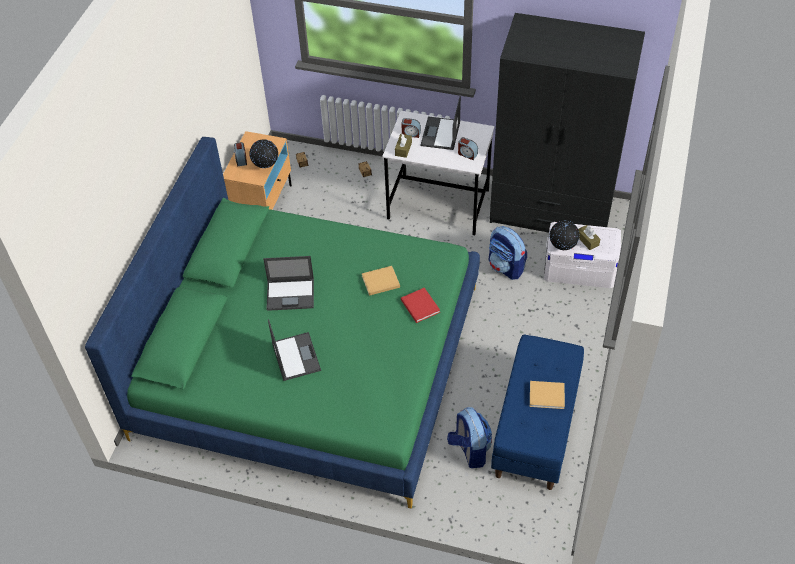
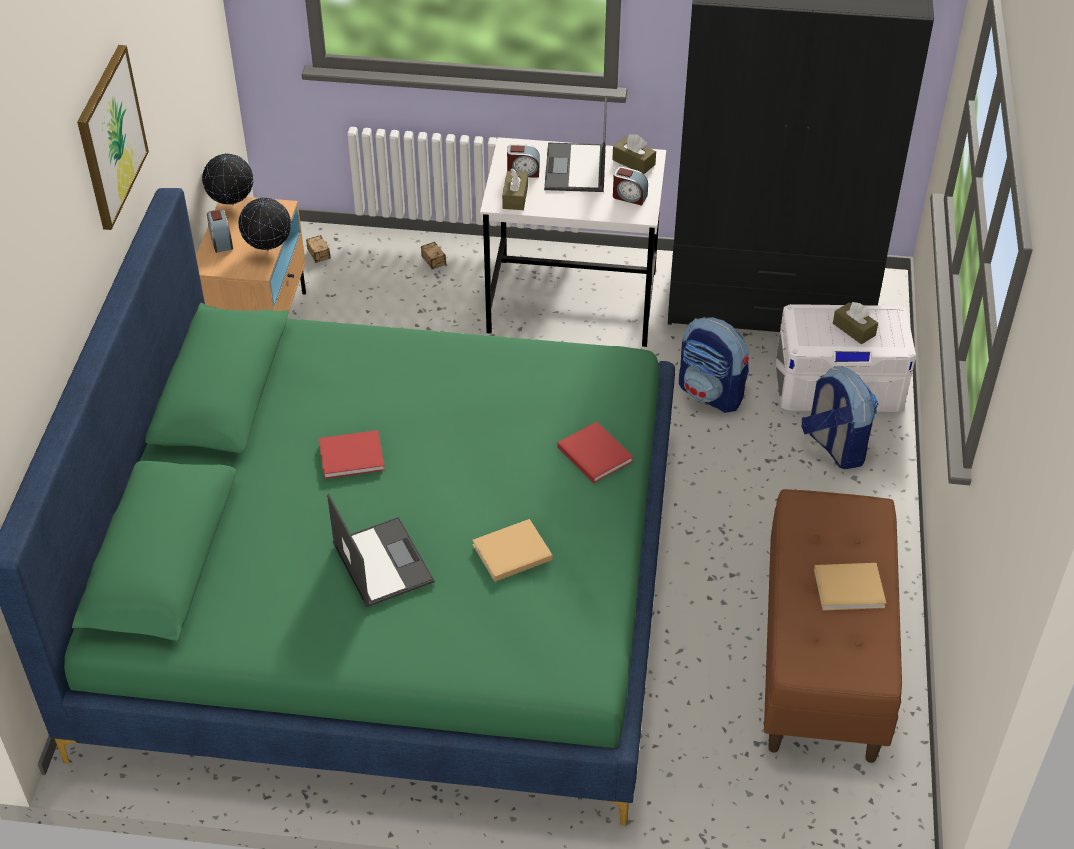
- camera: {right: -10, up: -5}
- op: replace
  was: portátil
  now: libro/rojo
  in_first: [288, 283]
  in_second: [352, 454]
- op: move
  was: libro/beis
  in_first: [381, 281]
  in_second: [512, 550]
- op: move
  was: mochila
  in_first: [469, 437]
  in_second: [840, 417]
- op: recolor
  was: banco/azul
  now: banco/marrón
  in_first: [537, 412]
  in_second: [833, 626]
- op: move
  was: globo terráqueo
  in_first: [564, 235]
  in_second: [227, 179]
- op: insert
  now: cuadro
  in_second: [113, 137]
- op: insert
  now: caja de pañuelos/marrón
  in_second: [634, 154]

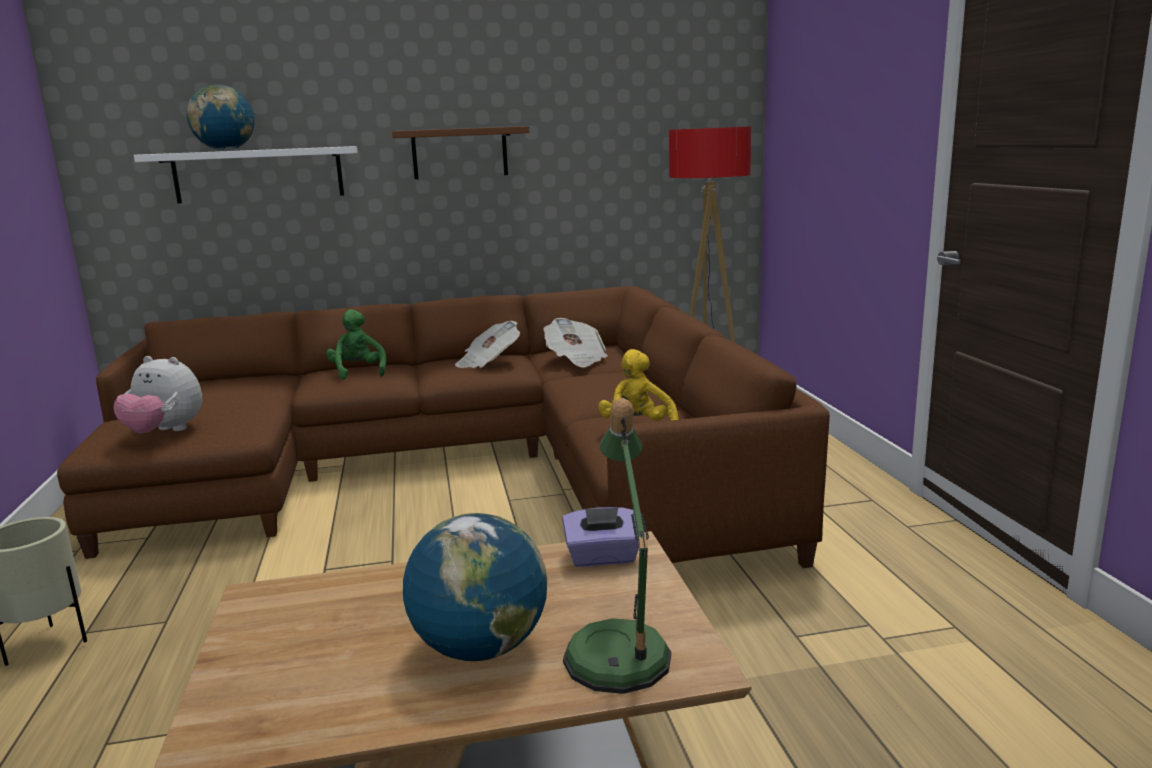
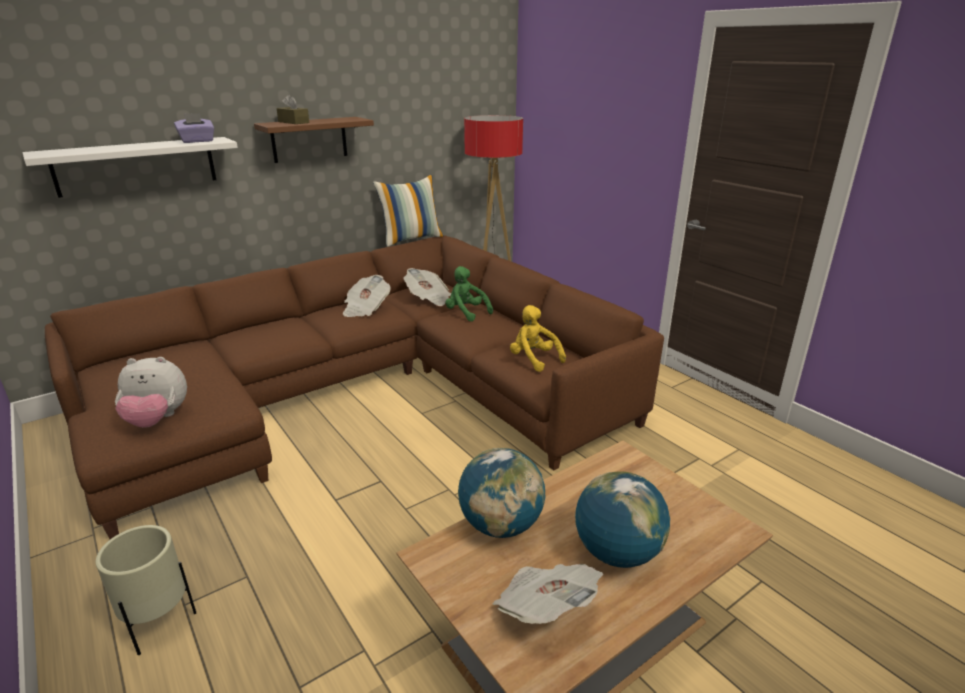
- camera: {right: -25, up: 10}
- op: move
  was: globo terráqueo
  in_first: [220, 117]
  in_second: [501, 493]
- op: move
  was: peluche/verde
  in_first: [356, 344]
  in_second: [469, 294]
- op: move
  was: caja de pañuelos/morado
  in_first: [600, 537]
  in_second: [194, 128]
- op: delete
  was: lámpara de mesa
  in_first: [617, 546]
- op: insert
  now: caja de pañuelos/marrón
  in_second: [293, 109]
- op: insert
  now: cojín
  in_second: [408, 211]
- op: insert
  now: periódico
  in_second: [548, 594]

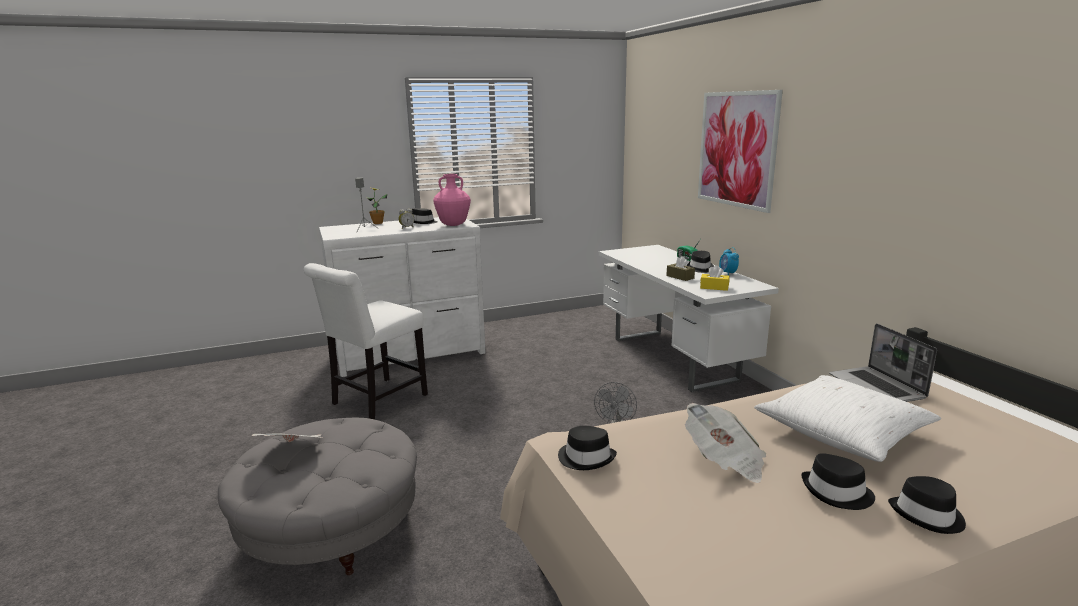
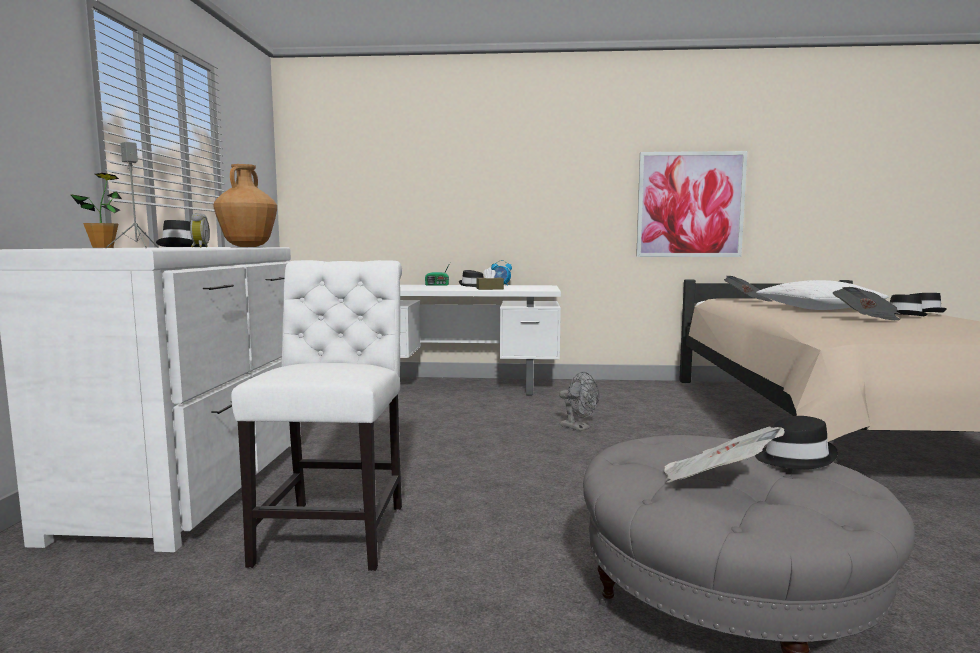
- camera: {right: -65, up: -10}
- op: rotate
  was: silla/blanco
  in_first: [366, 341]
  in_second: [316, 415]
  clockwise: -150
- op: recolor
  was: florero/rosa
  now: florero/marrón
  in_first: [452, 200]
  in_second: [245, 205]
- op: move
  was: sombrero/negro
  in_first: [587, 448]
  in_second: [796, 443]
- op: move
  was: cuadro
  in_first: [740, 151]
  in_second: [691, 204]
- op: delete
  was: caja de pañuelos/amarillo
  in_first: [714, 278]
- op: replace
  was: portátil
  now: periódico
  in_first: [883, 362]
  in_second: [748, 289]

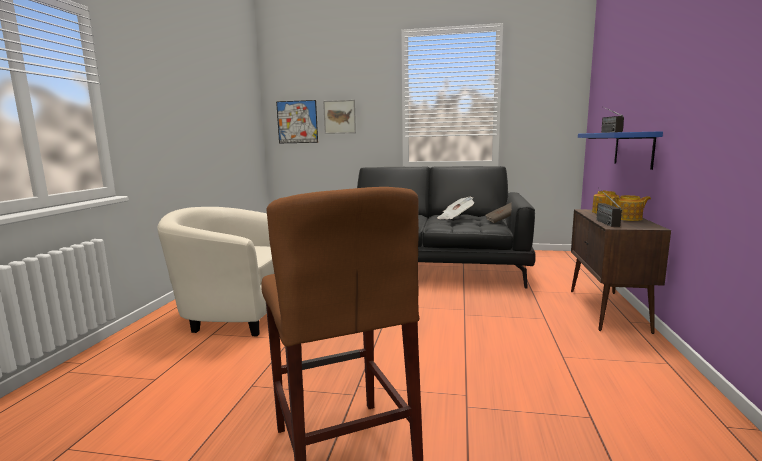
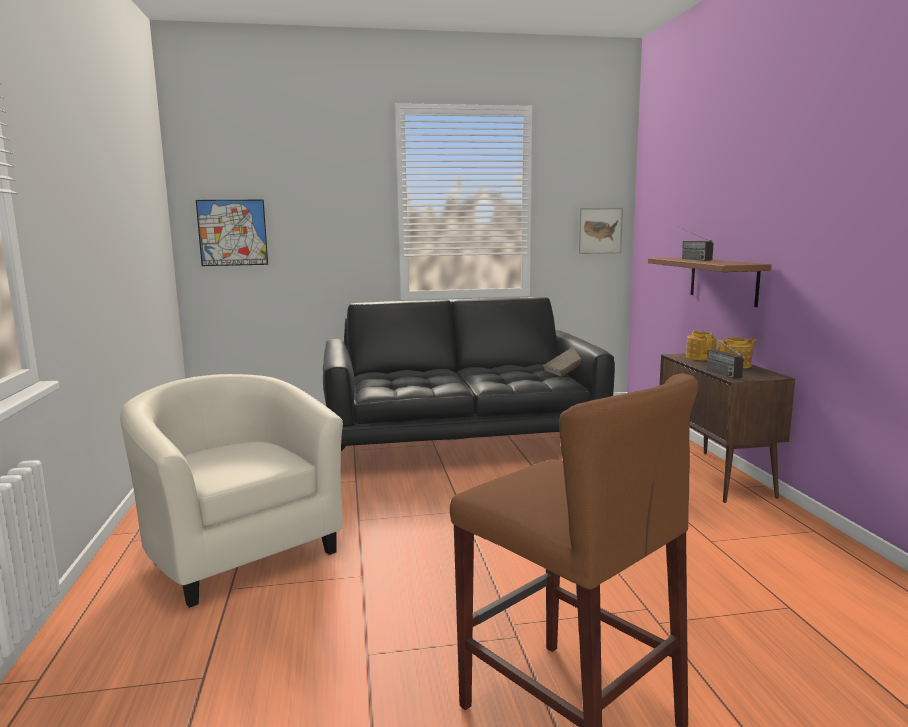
- camera: {right: -20, up: 0}
- op: rotate
  was: sillón/beis
  in_first: [215, 272]
  in_second: [231, 491]
  clockwise: 60
- op: move
  was: cuadro
  in_first: [339, 117]
  in_second: [600, 231]
- op: delete
  was: periódico
  in_first: [455, 208]
- op: recolor
  was: estante/azul
  now: estante/marrón
  in_first: [620, 150]
  in_second: [710, 282]

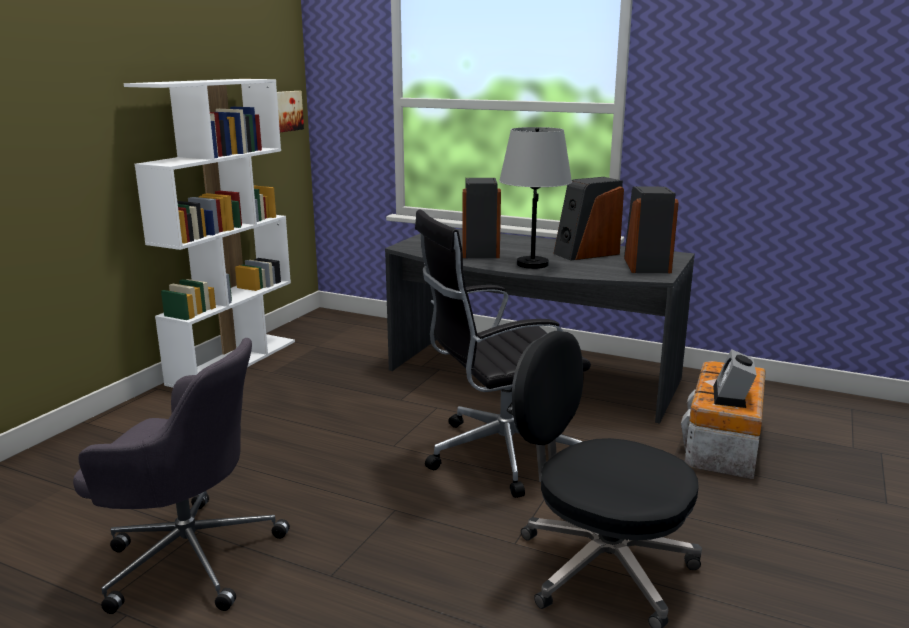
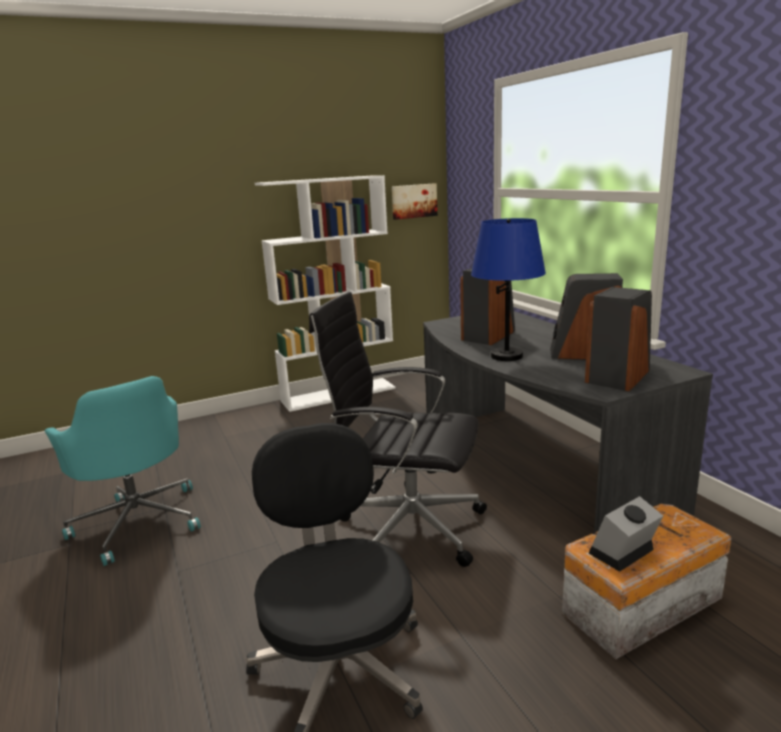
- camera: {right: 40, up: 0}
- op: recolor
  was: silla de oficina/gris
  now: silla de oficina/turquesa
  in_first: [181, 476]
  in_second: [123, 471]
- op: recolor
  was: lámpara de mesa/gris
  now: lámpara de mesa/azul
  in_first: [535, 198]
  in_second: [508, 289]

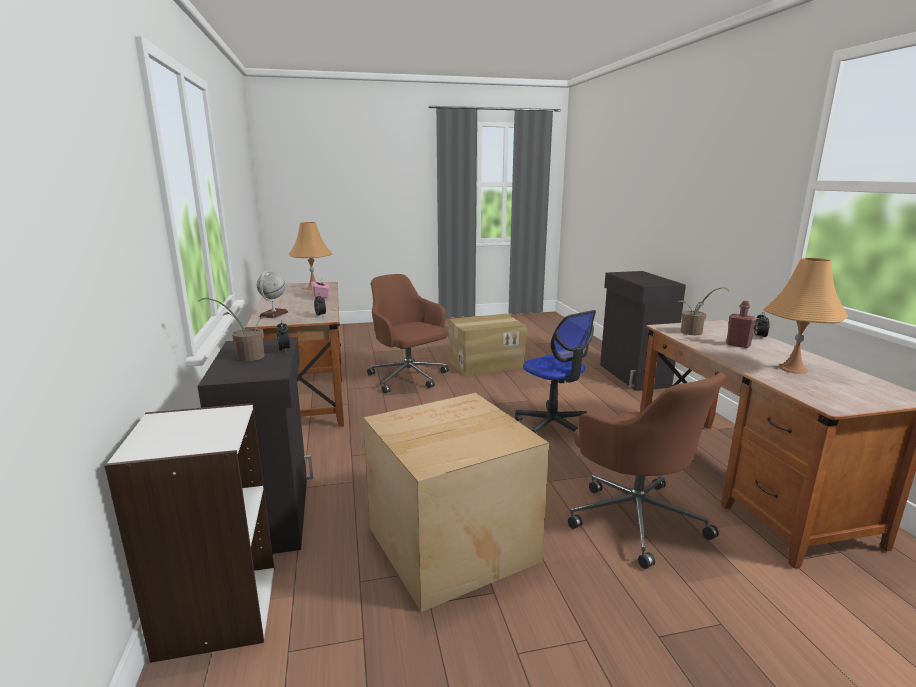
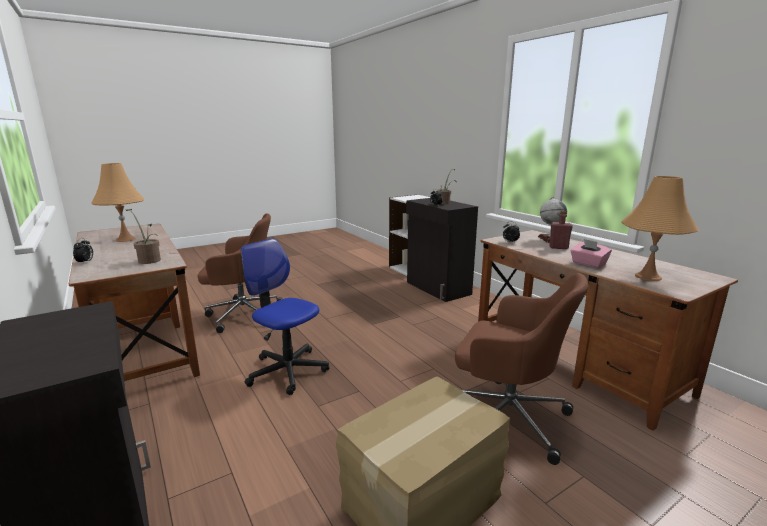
- camera: {right: 160, up: 0}
- op: delete
  was: caja de cartón
  in_first: [456, 502]
- op: rotate
  was: silla de oficina/marrón
  in_first: [646, 470]
  in_second: [240, 273]
  clockwise: 135
- op: move
  was: botella/rojo
  in_first: [741, 324]
  in_second: [561, 230]

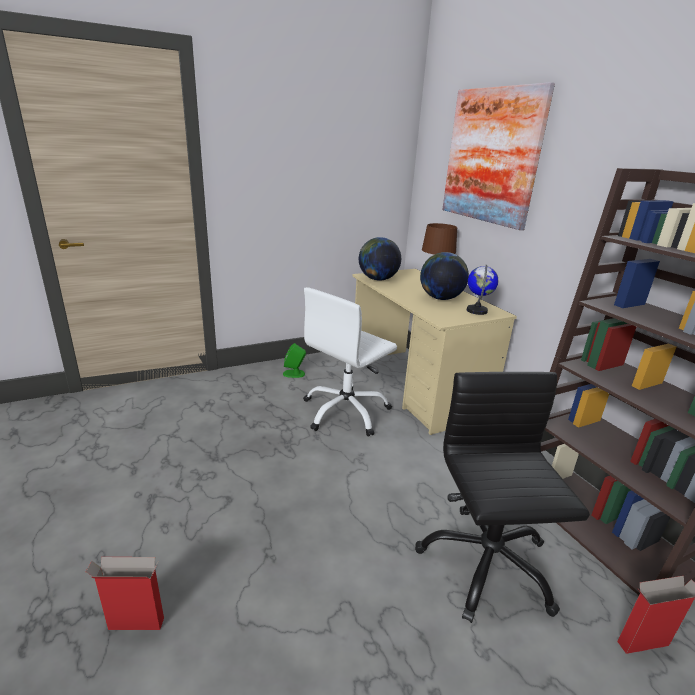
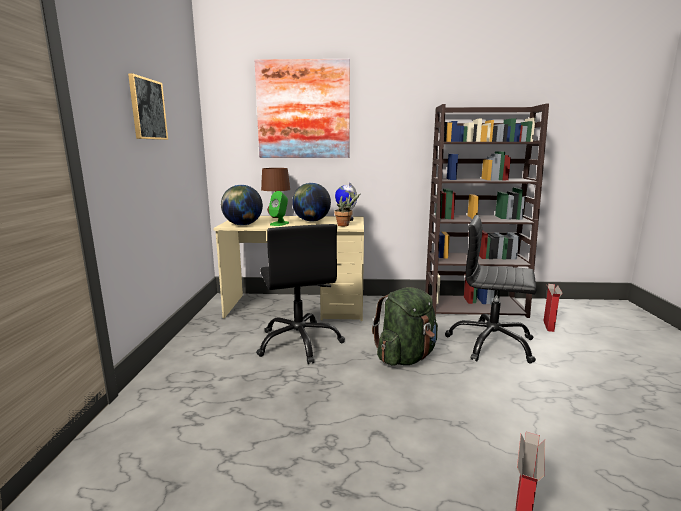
- camera: {right: -60, up: -10}
- op: move
  was: altavoz/verde
  in_first: [294, 360]
  in_second: [279, 208]
- op: recolor
  was: silla de oficina/blanco
  now: silla de oficina/negro
  in_first: [350, 361]
  in_second: [300, 294]
- op: insert
  now: cuadro
  in_second: [148, 106]
- op: insert
  now: planta en maceta
  in_second: [347, 209]
- op: insert
  now: mochila/verde
  in_second: [405, 326]

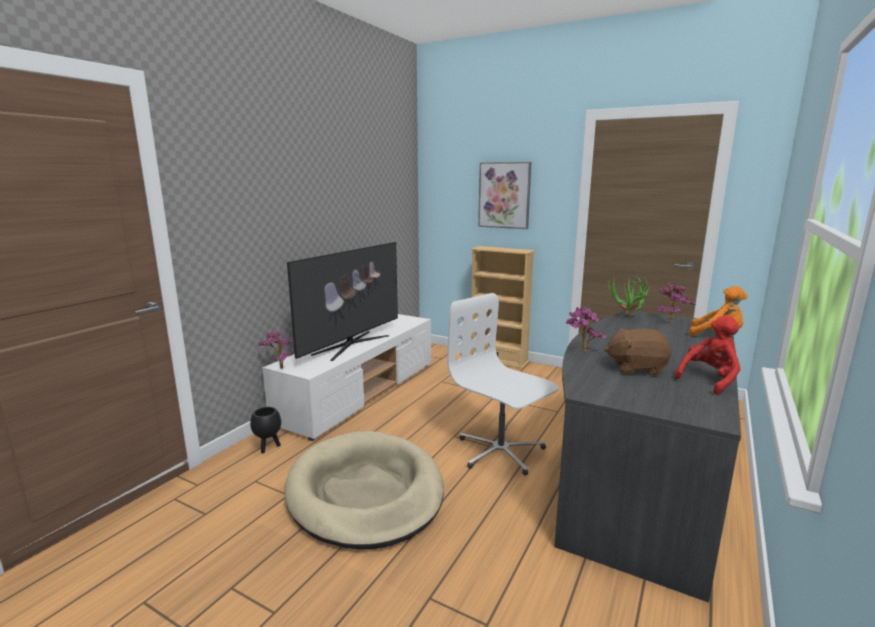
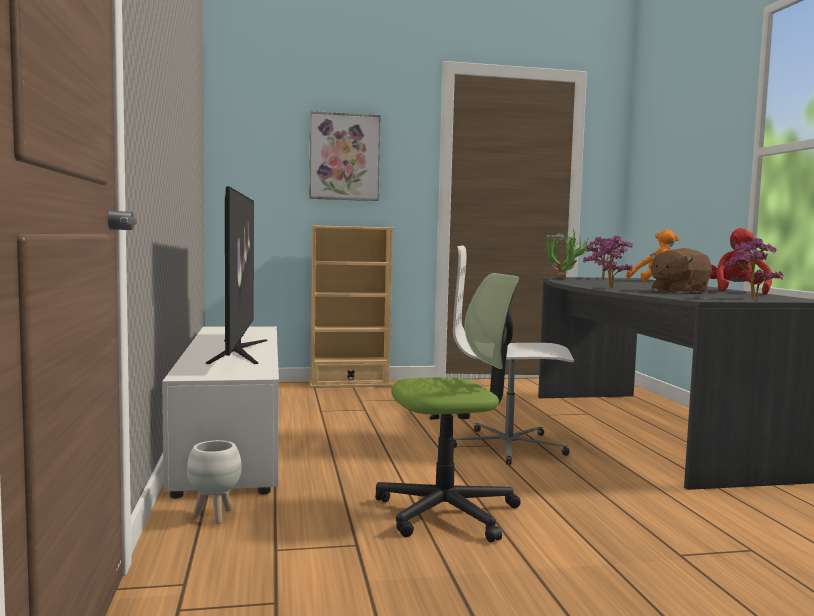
- camera: {right: -40, up: -10}
- op: recolor
  was: maceta/negro
  now: maceta/blanco
  in_first: [265, 430]
  in_second: [214, 482]
- op: move
  was: planta en maceta
  in_first: [275, 349]
  in_second: [753, 268]
- op: replace
  was: cama para perro/beis
  now: silla de oficina
  in_first: [364, 490]
  in_second: [448, 407]

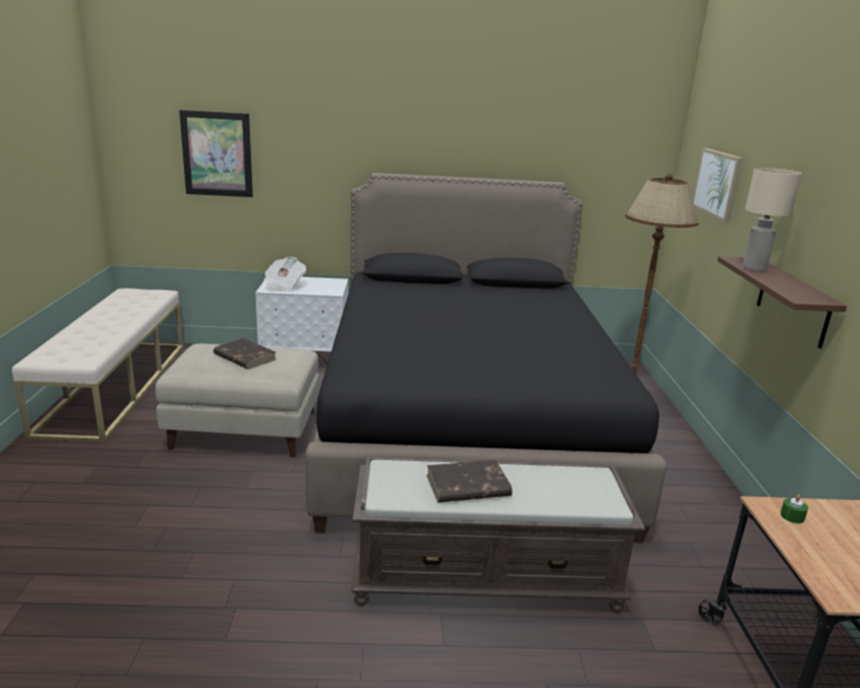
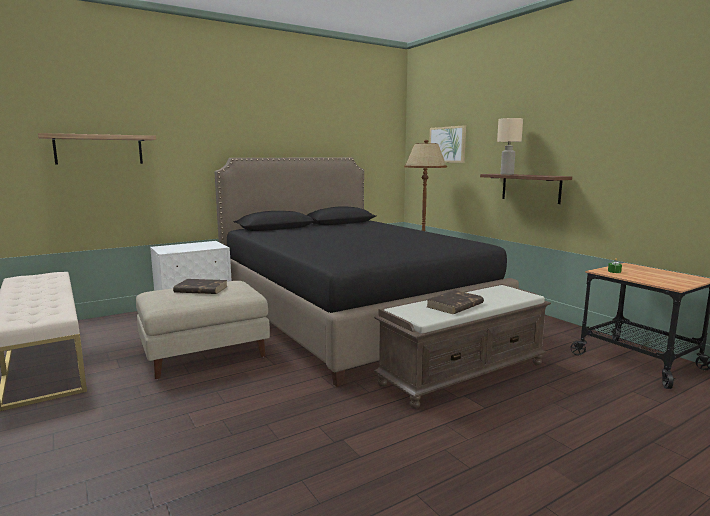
- camera: {right: -30, up: -10}
- op: replace
  was: cuadro
  now: estante
  in_first: [216, 153]
  in_second: [97, 148]
- op: delete
  was: periódico
  in_first: [285, 274]

